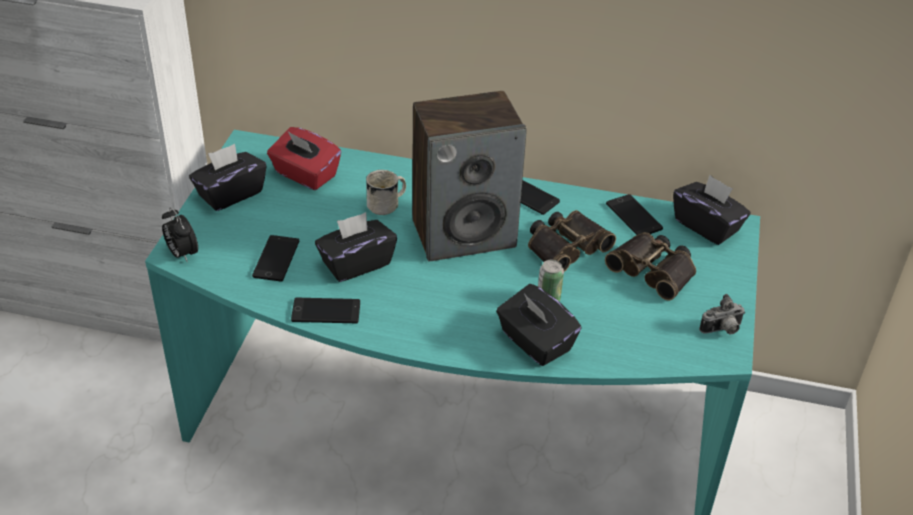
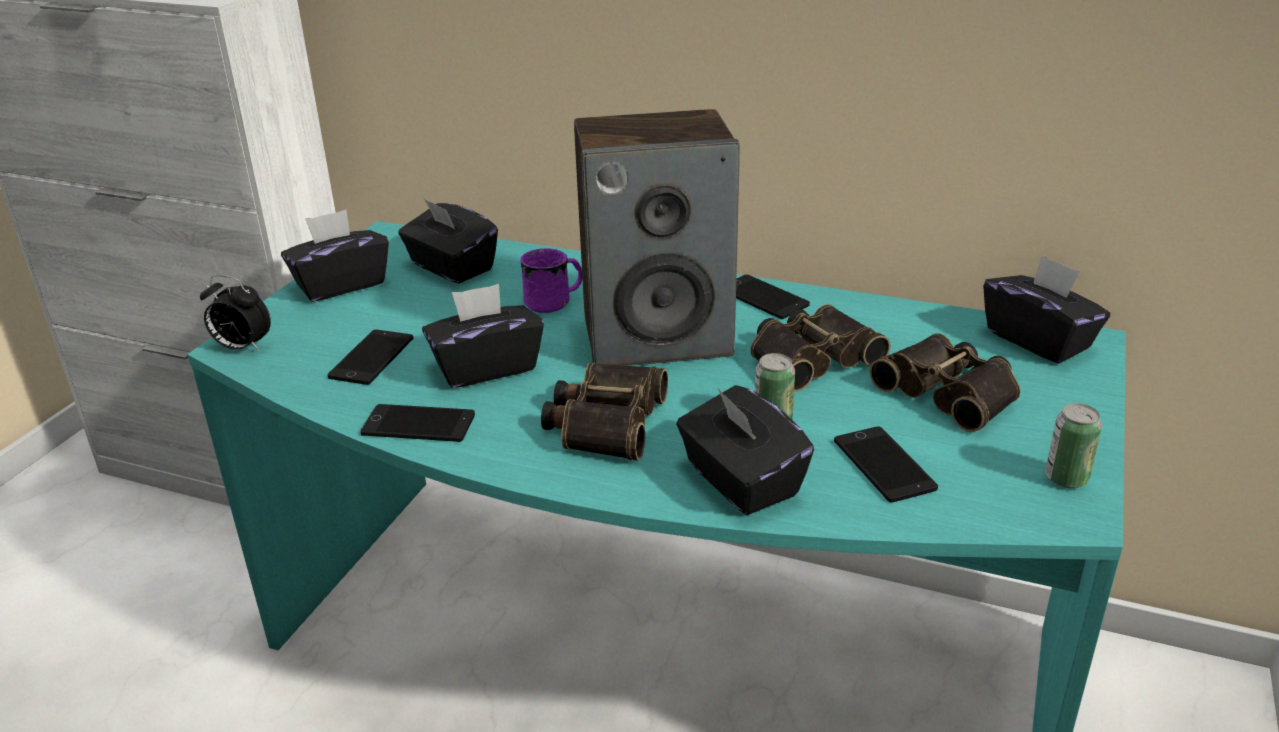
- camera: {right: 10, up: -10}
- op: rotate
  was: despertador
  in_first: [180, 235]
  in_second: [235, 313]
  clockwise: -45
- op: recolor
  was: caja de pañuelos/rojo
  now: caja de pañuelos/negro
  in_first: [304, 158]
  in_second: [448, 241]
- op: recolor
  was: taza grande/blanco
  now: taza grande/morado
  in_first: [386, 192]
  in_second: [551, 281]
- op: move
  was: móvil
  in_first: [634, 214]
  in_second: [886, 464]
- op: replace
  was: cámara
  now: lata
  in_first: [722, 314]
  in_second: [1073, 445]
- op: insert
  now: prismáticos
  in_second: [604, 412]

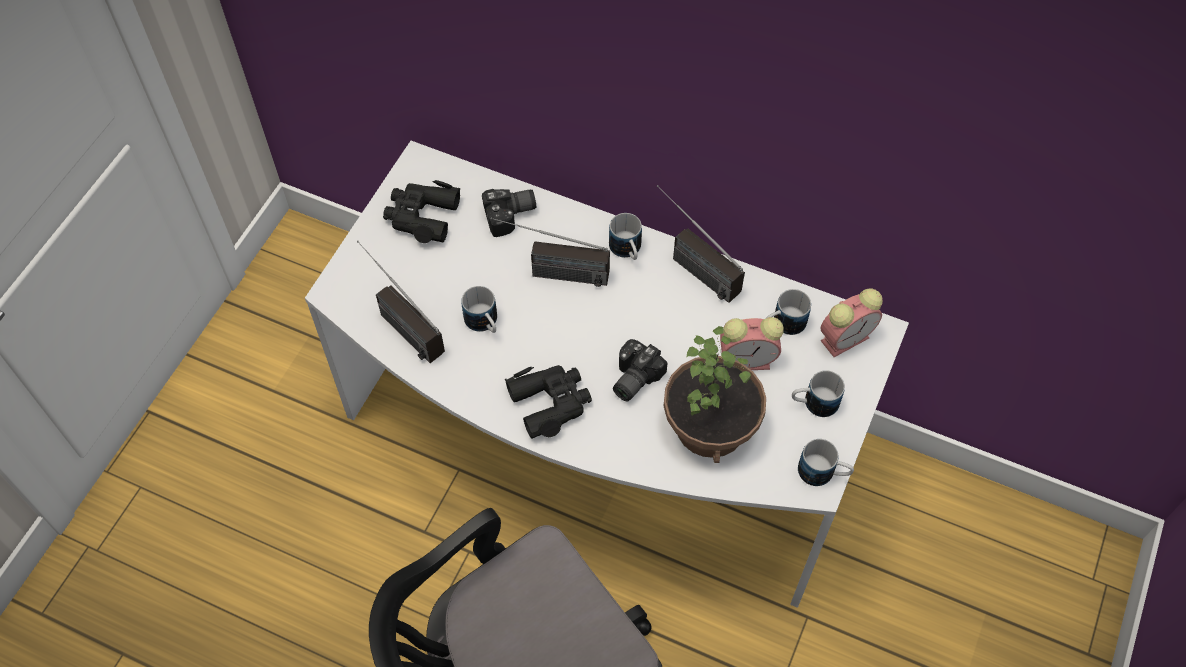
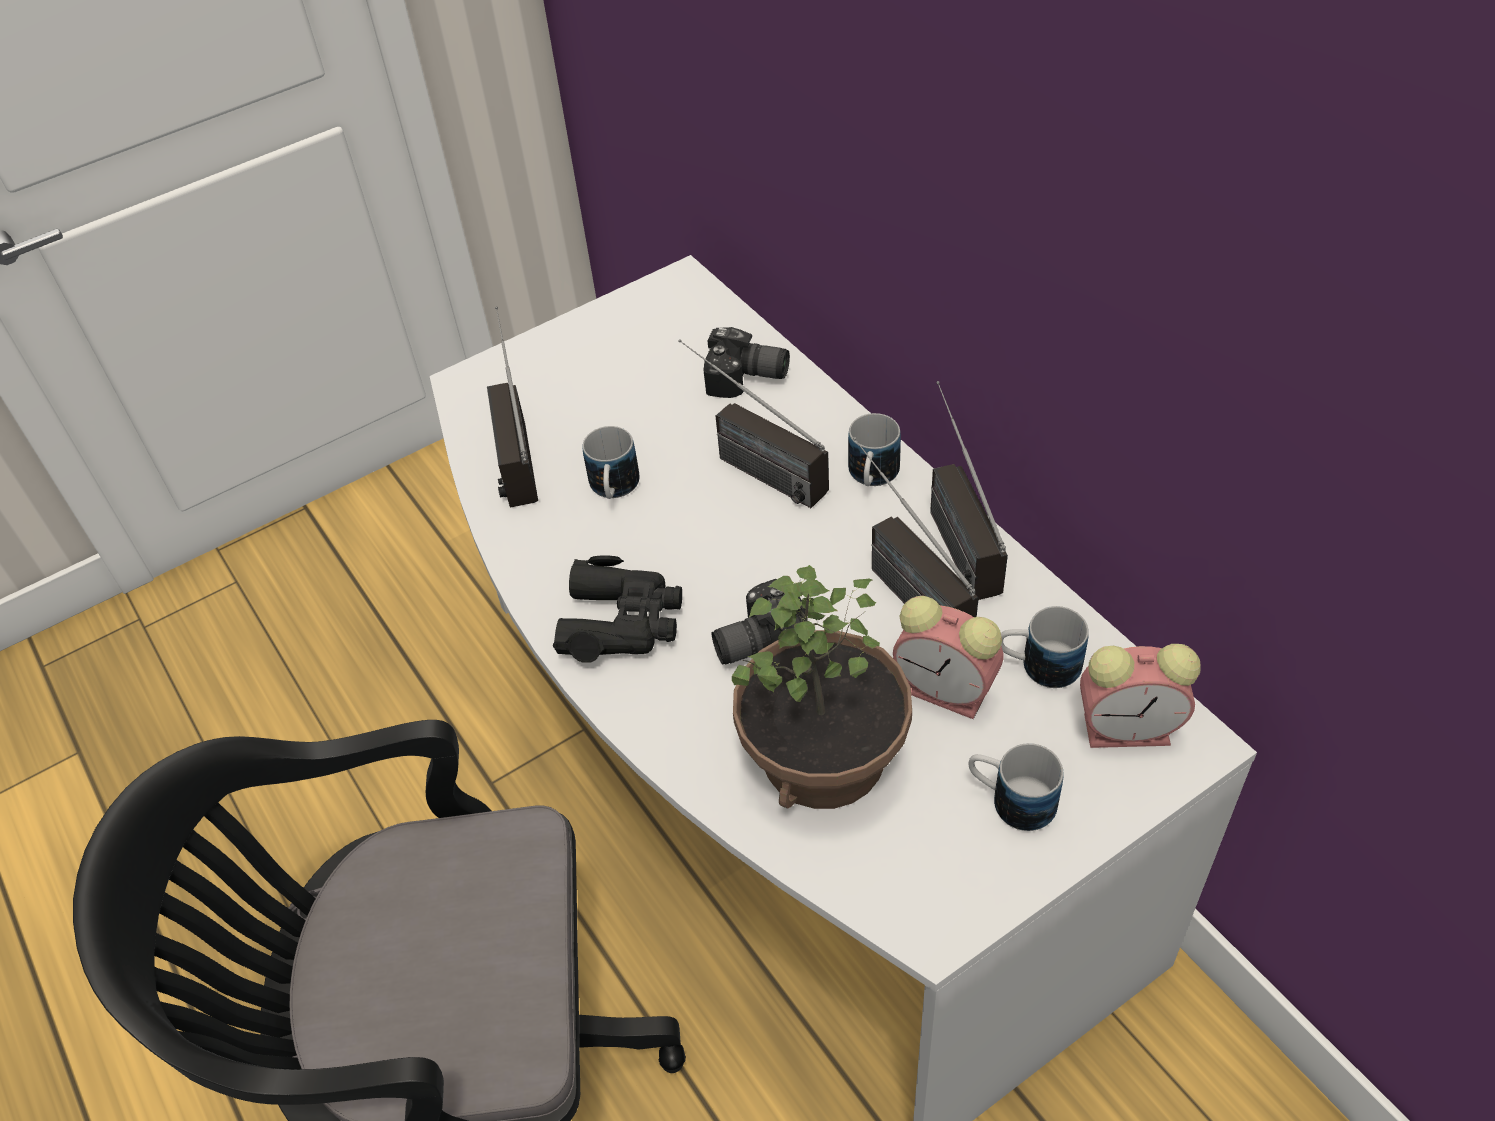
- camera: {right: 35, up: -10}
- op: delete
  was: prismáticos/negro
  in_first: [421, 211]
- op: delete
  was: taza grande
  in_first: [826, 462]
- op: insert
  now: radio
  in_second: [916, 527]

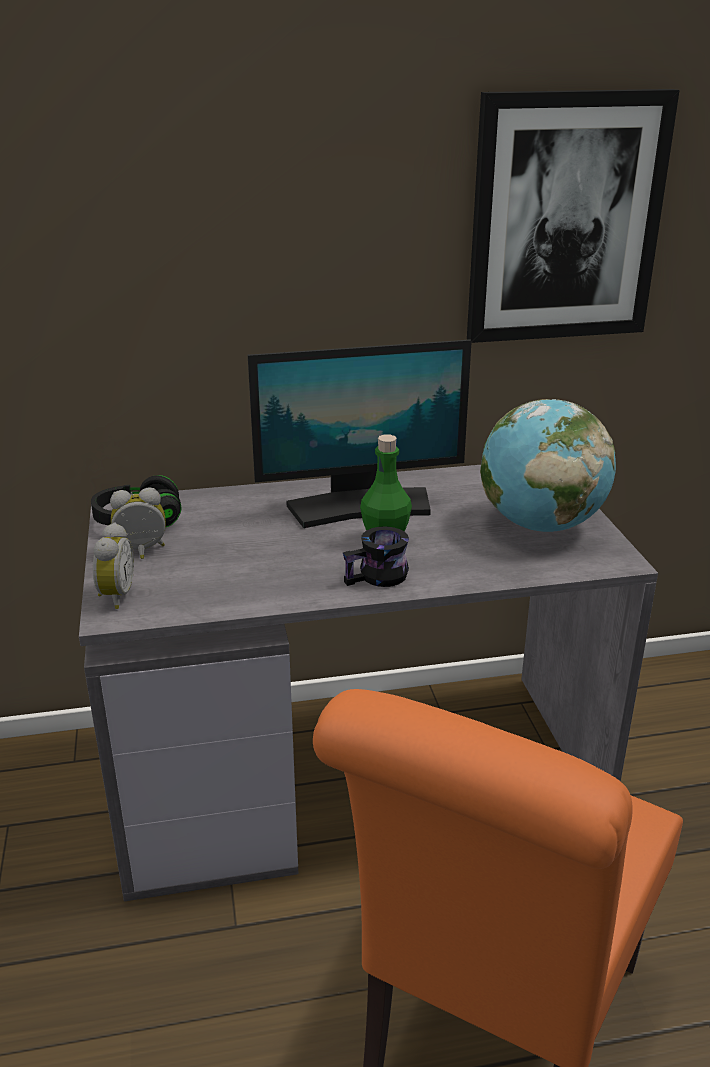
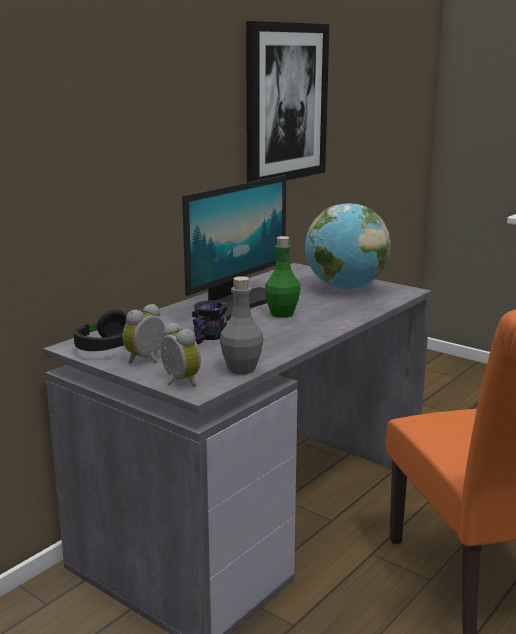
- camera: {right: -40, up: -10}
- op: move
  was: taza grande/negro
  in_first: [376, 556]
  in_second: [210, 322]
- op: insert
  now: botella/gris
  in_second: [242, 325]

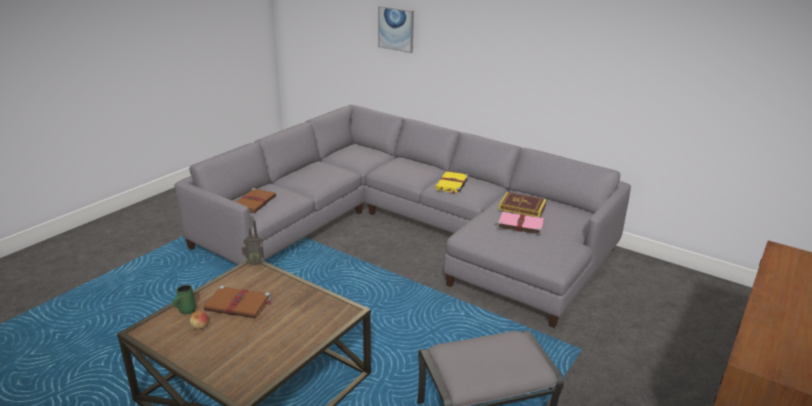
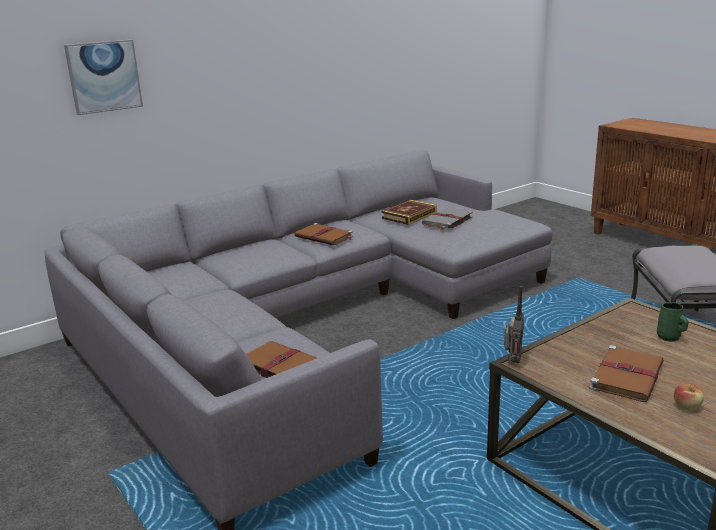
- camera: {right: -70, up: -5}
- op: move
  was: taza grande/verde
  in_first: [184, 299]
  in_second: [672, 322]
- op: recolor
  was: libro/amarillo
  now: libro/marrón
  in_first: [452, 182]
  in_second: [323, 234]
- op: recolor
  was: libro/rosa
  now: libro/gris
  in_first: [519, 223]
  in_second: [447, 219]

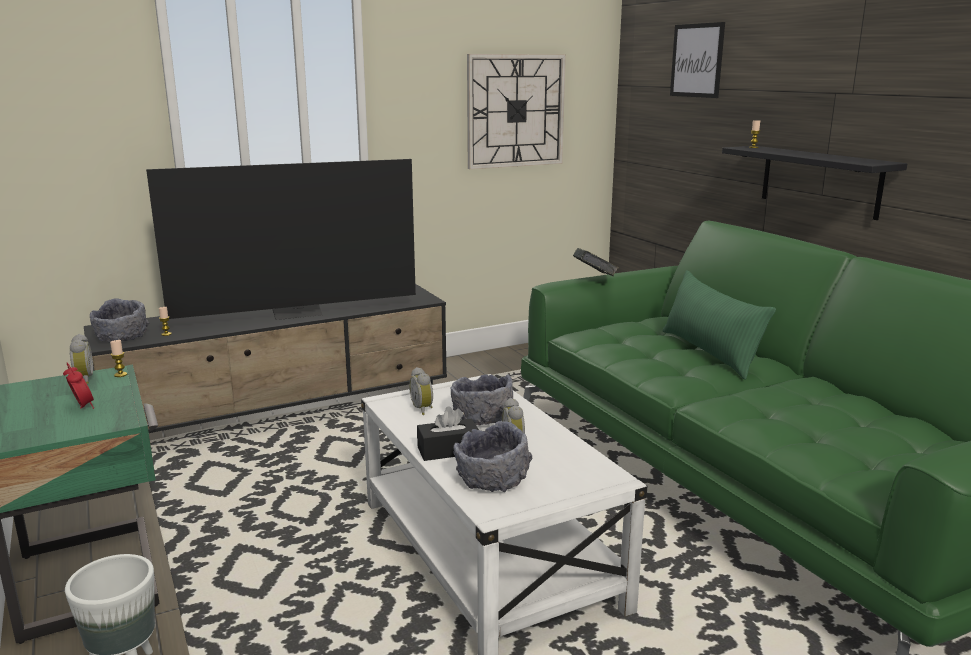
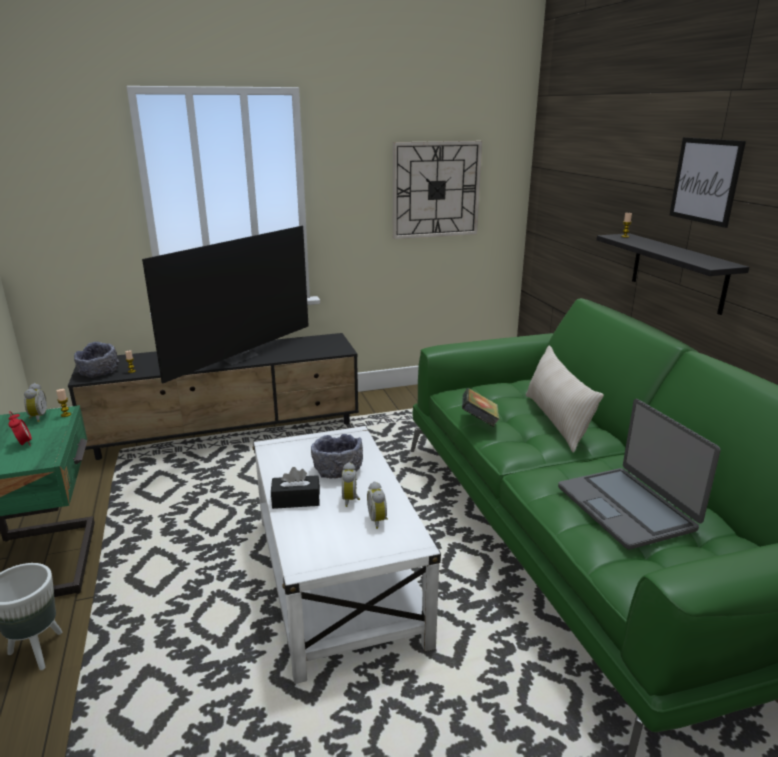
- camera: {right: 10, up: 5}
- op: rotate
  was: televisor
  in_first: [281, 239]
  in_second: [225, 304]
  clockwise: -45
- op: move
  was: despertador
  in_first: [421, 391]
  in_second: [377, 505]
- op: delete
  was: cuenco/gris
  in_first: [492, 456]
- op: move
  was: libro
  in_first: [596, 262]
  in_second: [481, 407]
- op: recolor
  was: cojín/verde
  now: cojín/beis
  in_first: [719, 325]
  in_second: [565, 399]
- op: move
  was: cuadro
  in_first: [697, 60]
  in_second: [708, 182]
- op: insert
  now: portátil
  in_second: [639, 474]

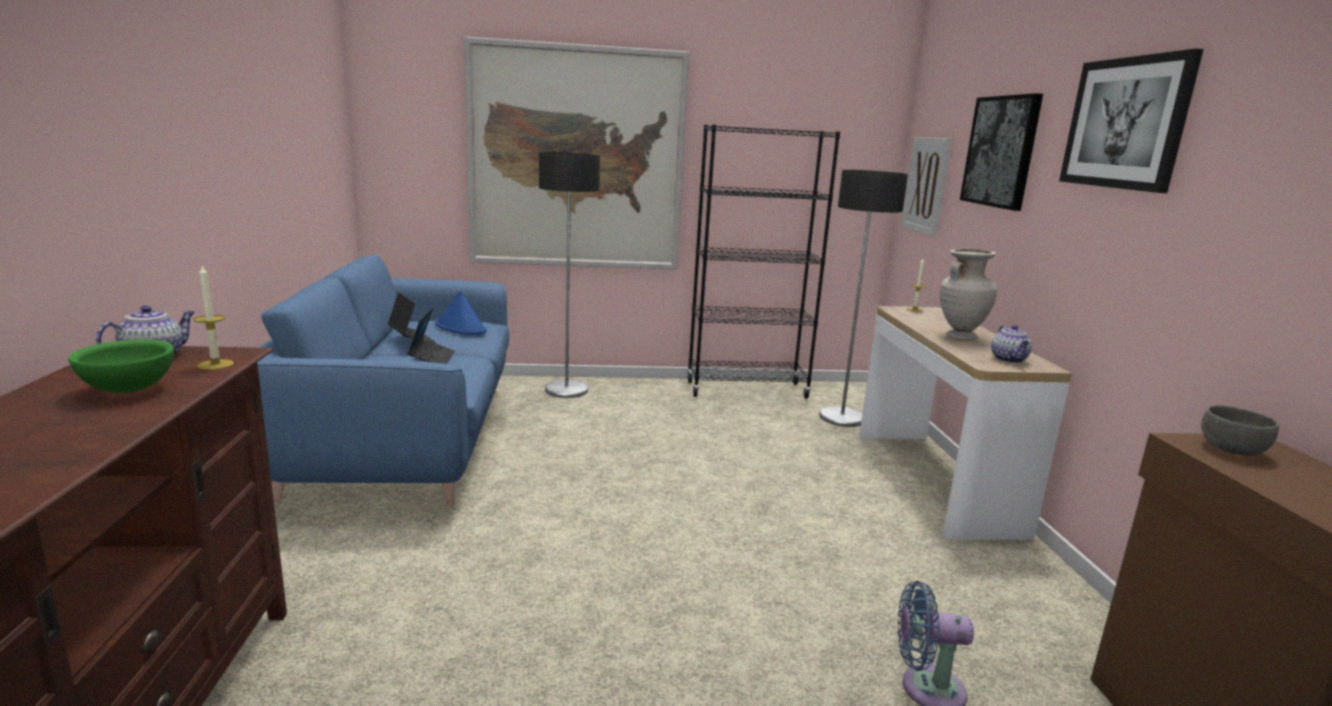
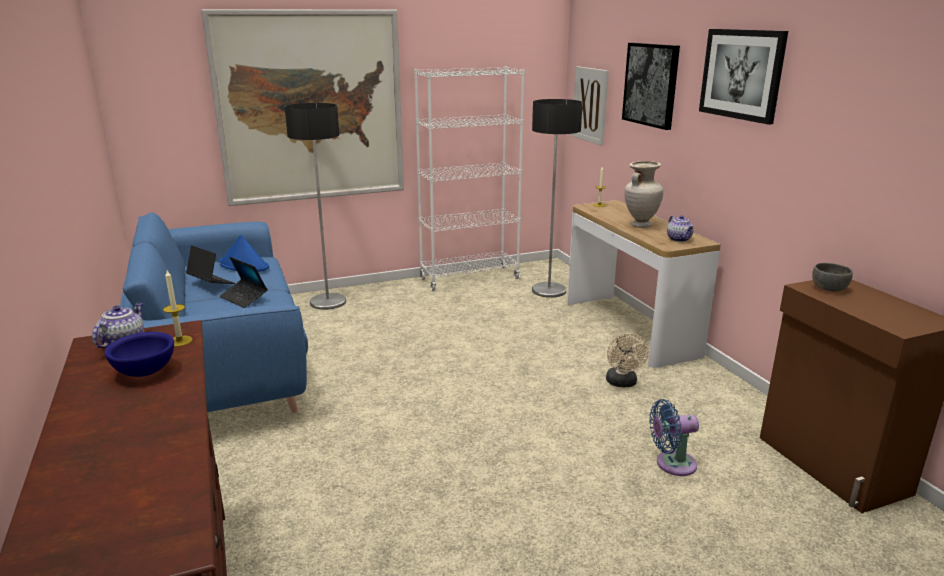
- camera: {right: -15, up: 5}
- op: recolor
  was: cuenco/verde
  now: cuenco/azul
  in_first: [121, 366]
  in_second: [139, 354]
- op: rotate
  was: portátil
  in_first: [431, 336]
  in_second: [243, 282]
  clockwise: 150
- op: recolor
  was: estantería/negro
  now: estantería/blanco
  in_first: [763, 261]
  in_second: [469, 178]
- op: insert
  now: ventilador/beis
  in_second: [627, 360]

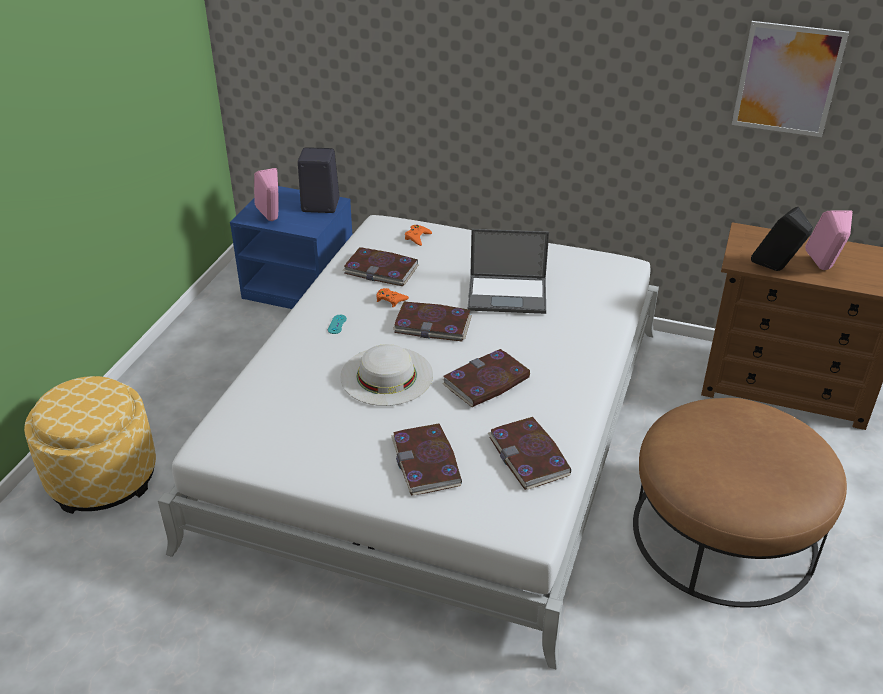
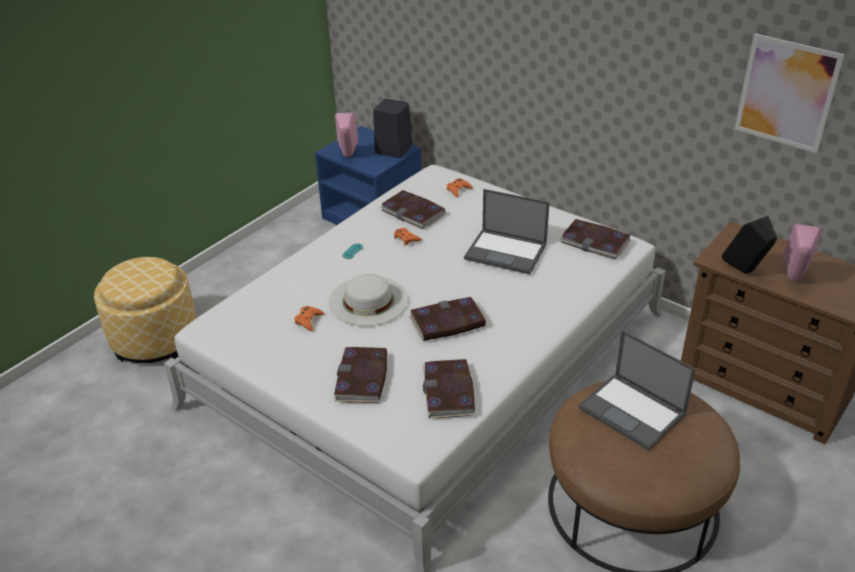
- camera: {right: 20, up: 0}
- op: move
  was: libro
  in_first: [432, 321]
  in_second: [595, 239]
- op: insert
  now: mando de consola/naranja
  in_second: [309, 318]
- op: insert
  now: portátil
  in_second: [637, 390]

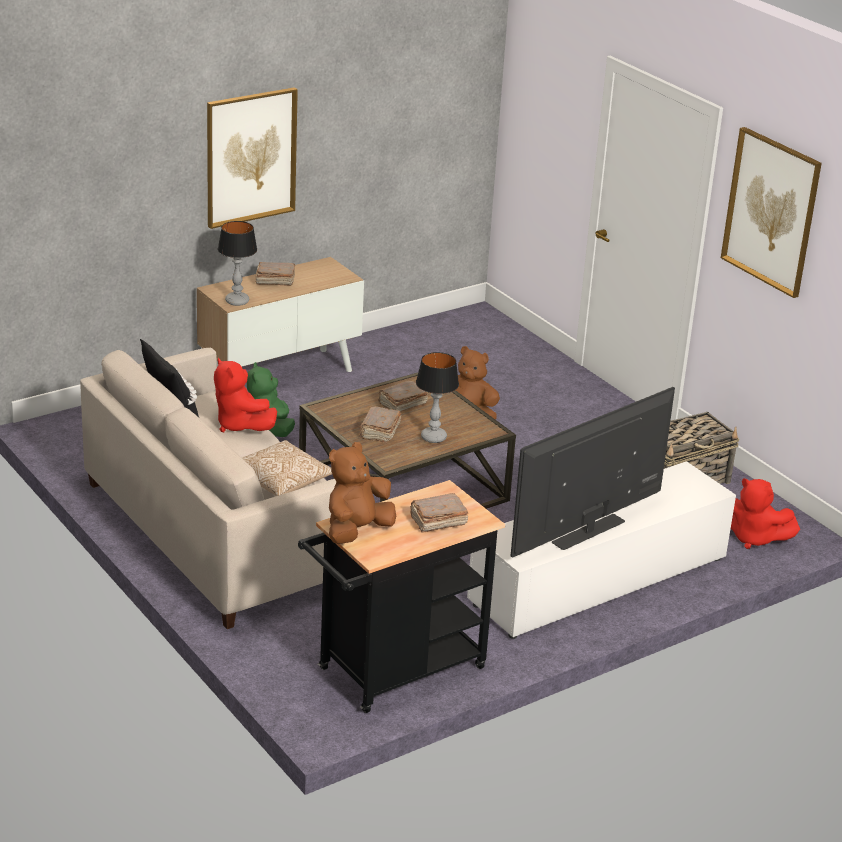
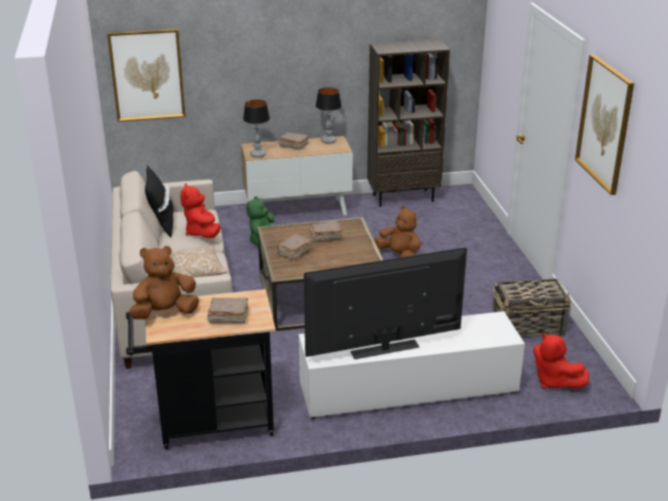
- camera: {right: 25, up: 0}
- op: move
  was: cuadro
  in_first: [252, 158]
  in_second: [146, 75]
- op: move
  was: lámpara de mesa
  in_first: [437, 397]
  in_second: [329, 115]
- op: insert
  now: estantería/marrón
  in_second: [408, 123]

